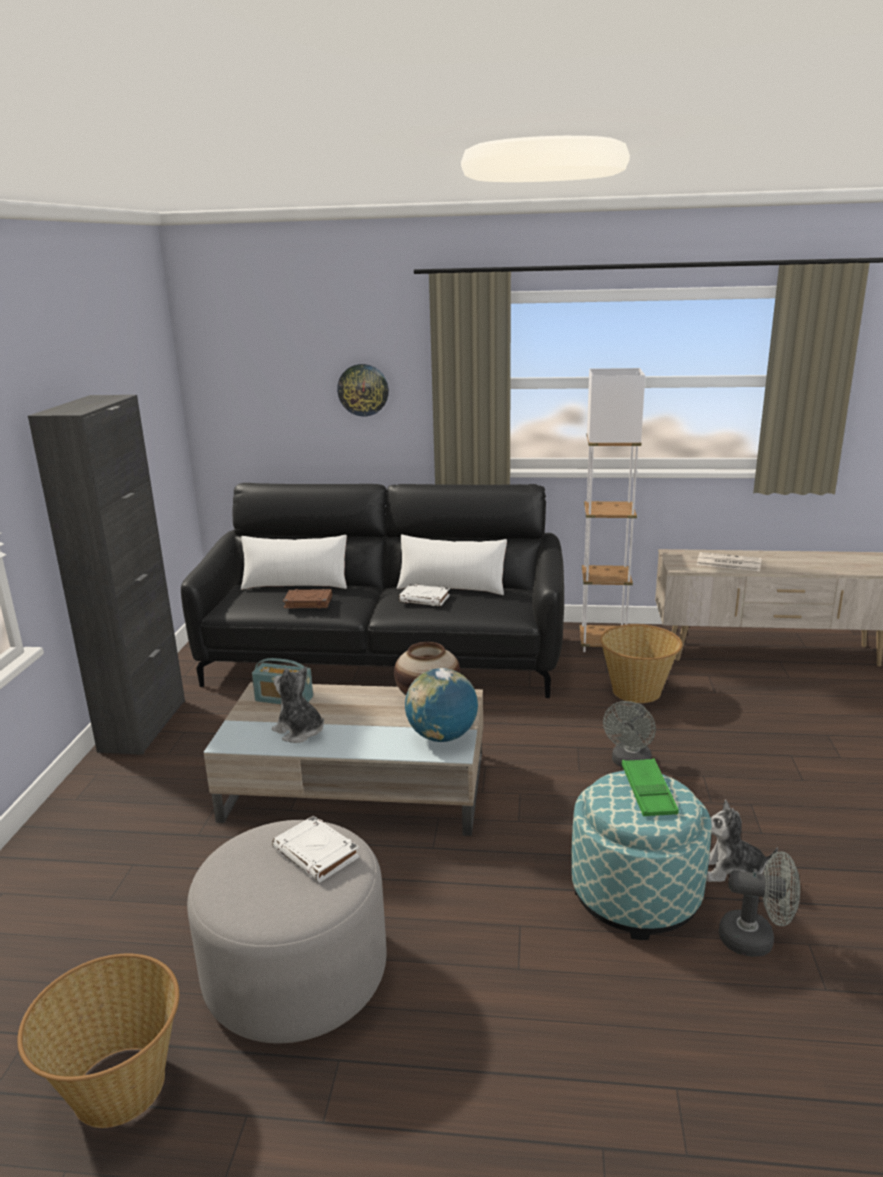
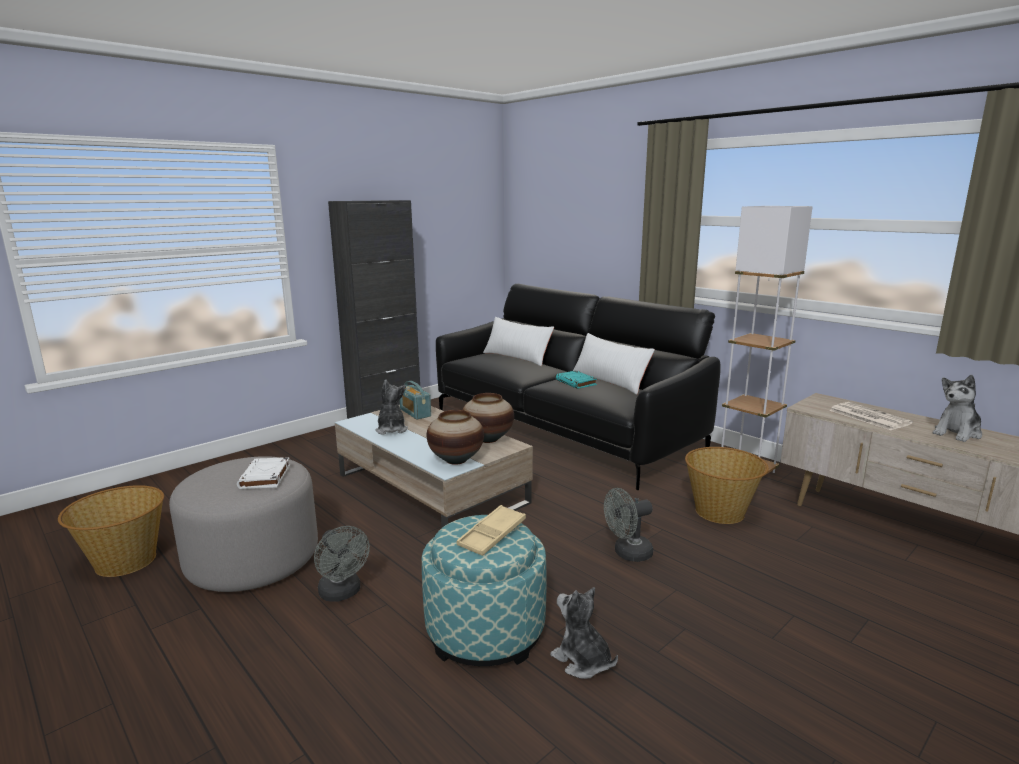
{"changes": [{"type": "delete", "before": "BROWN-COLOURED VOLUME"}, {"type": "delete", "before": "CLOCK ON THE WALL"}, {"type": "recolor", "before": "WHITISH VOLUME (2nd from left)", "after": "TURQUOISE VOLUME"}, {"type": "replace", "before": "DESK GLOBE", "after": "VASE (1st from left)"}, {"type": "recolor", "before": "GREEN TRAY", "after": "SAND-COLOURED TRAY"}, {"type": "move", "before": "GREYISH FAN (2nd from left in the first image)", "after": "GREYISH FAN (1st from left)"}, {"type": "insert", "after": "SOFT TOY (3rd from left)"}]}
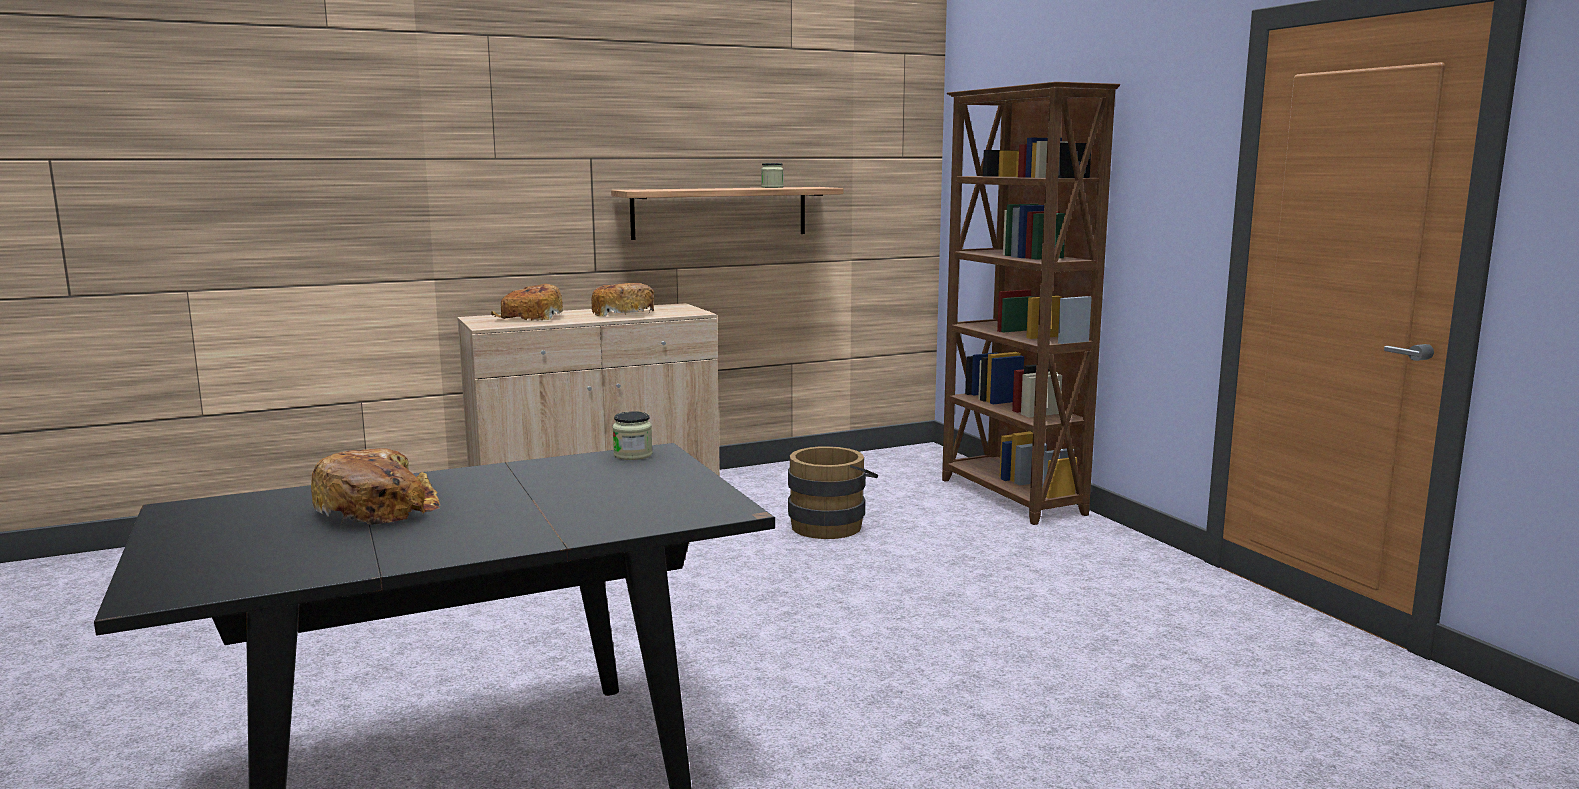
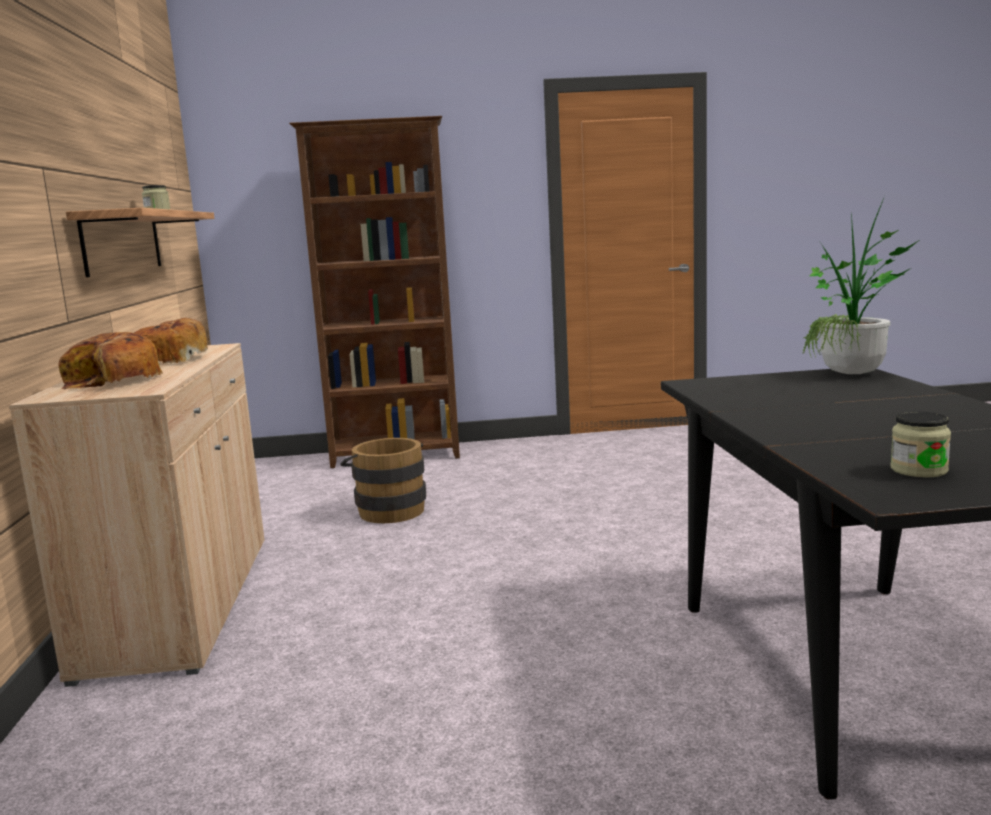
{"changes": [{"type": "delete", "before": "BAKERY BREAD (1st from left)"}, {"type": "move", "before": "JAR (1st from left in the first image)", "after": "JAR (2nd from left)"}, {"type": "insert", "after": "POTTED PLANT"}]}
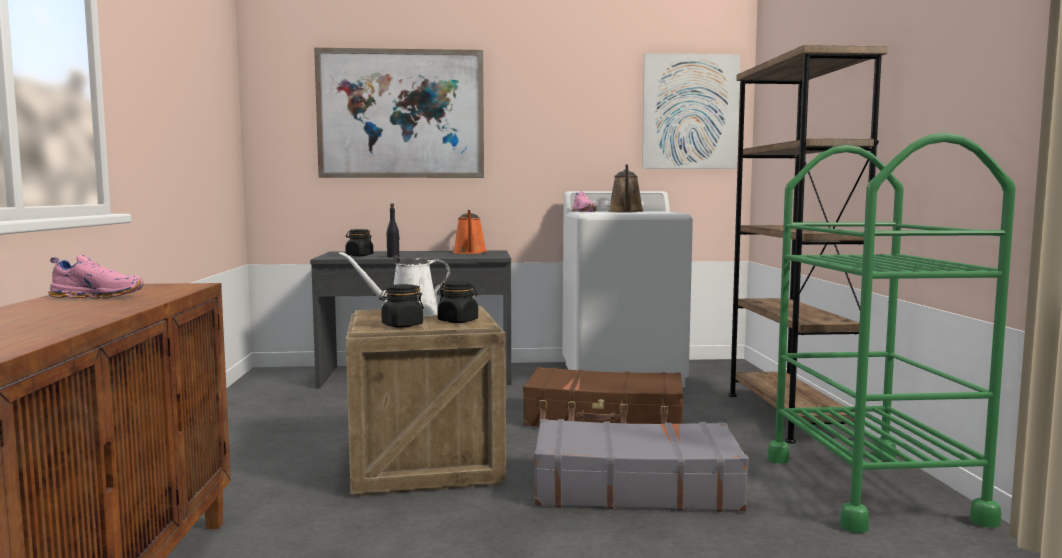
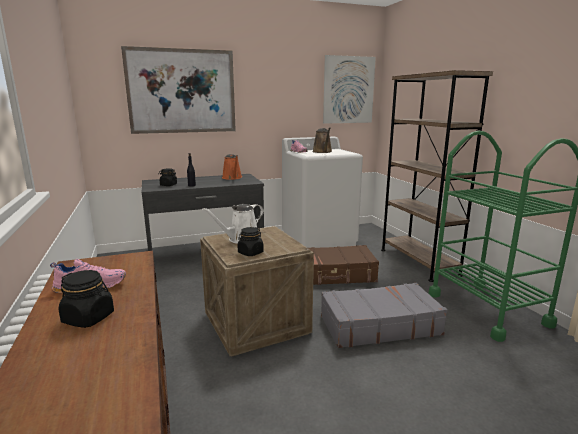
{"changes": [{"type": "move", "before": "BLACK-COLOURED JAR (3rd from left in the first image)", "after": "BLACK-COLOURED JAR (1st from left)"}]}
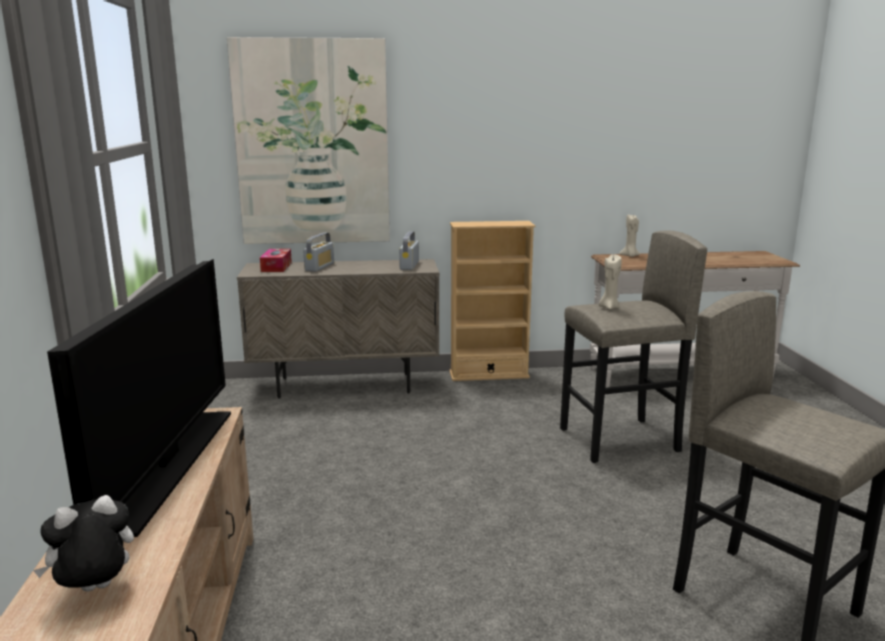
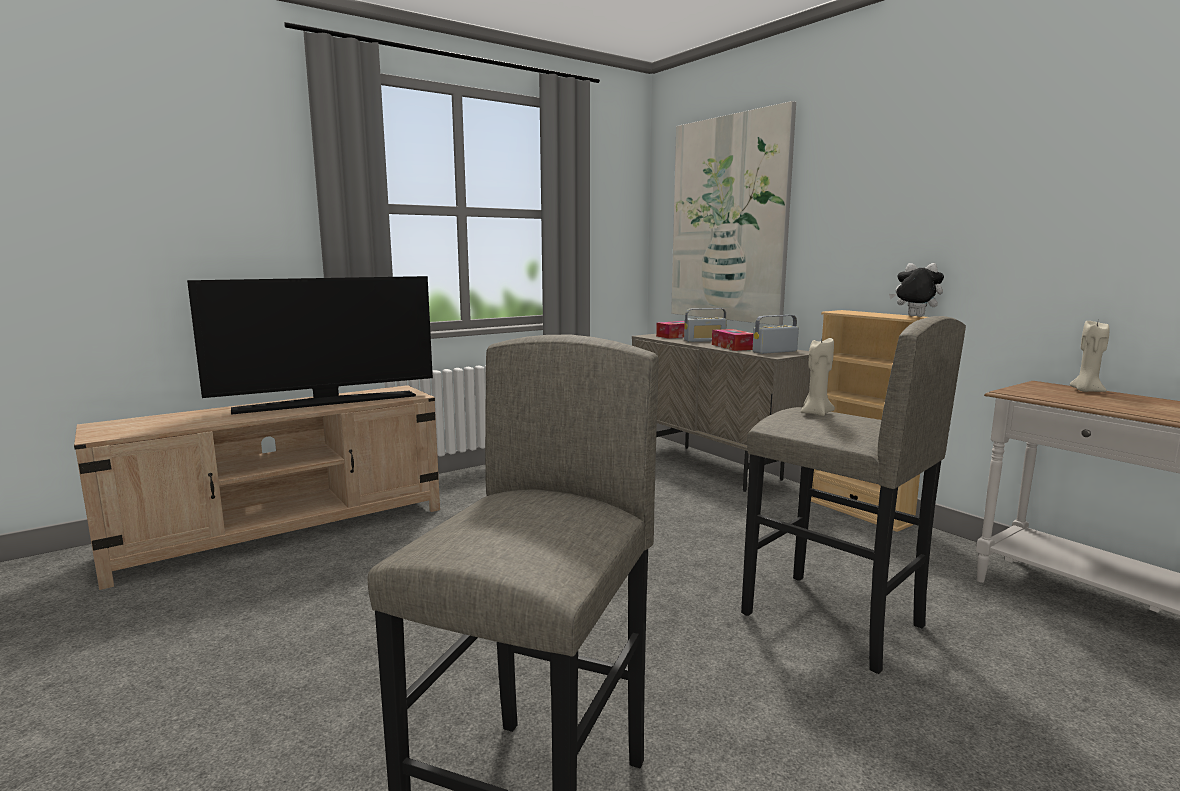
{"changes": [{"type": "move", "before": "SOFT TOY"}, {"type": "insert", "after": "TISSUE BOX (2nd from left)"}]}
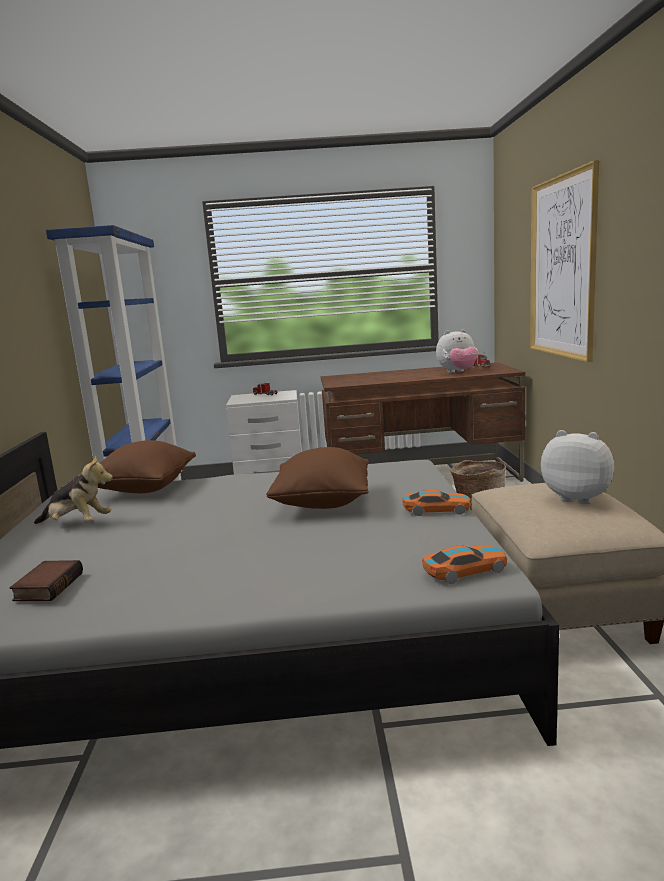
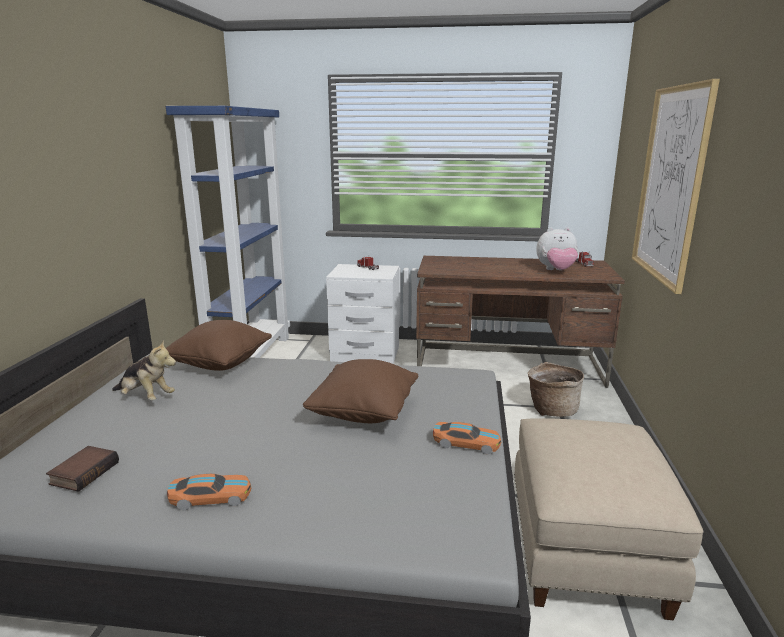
{"changes": [{"type": "move", "before": "MODEL CAR (2nd from left in the first image)", "after": "MODEL CAR (1st from left)"}, {"type": "delete", "before": "SOFT TOY (3rd from left)"}]}
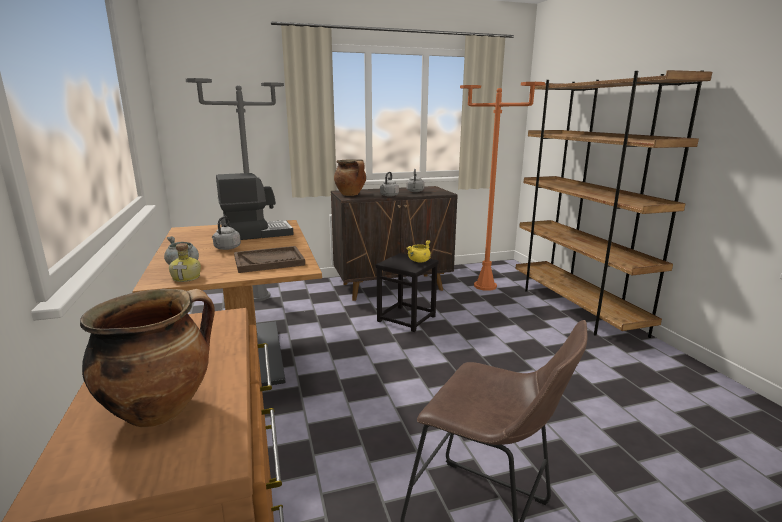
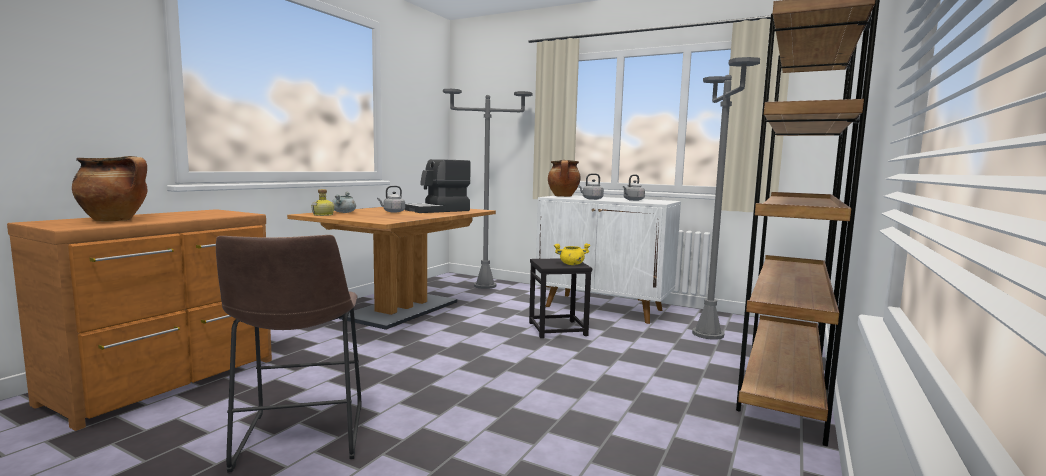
{"changes": [{"type": "rotate", "before": "COFFEE MAKER", "turn": 120}, {"type": "delete", "before": "BROWN-COLOURED TRAY"}, {"type": "recolor", "before": "BROWN-COLOURED CUPBOARD", "after": "WHITISH CUPBOARD"}, {"type": "recolor", "before": "ORANGEY STANDING LAMP", "after": "GREYISH STANDING LAMP (2nd from left)"}]}
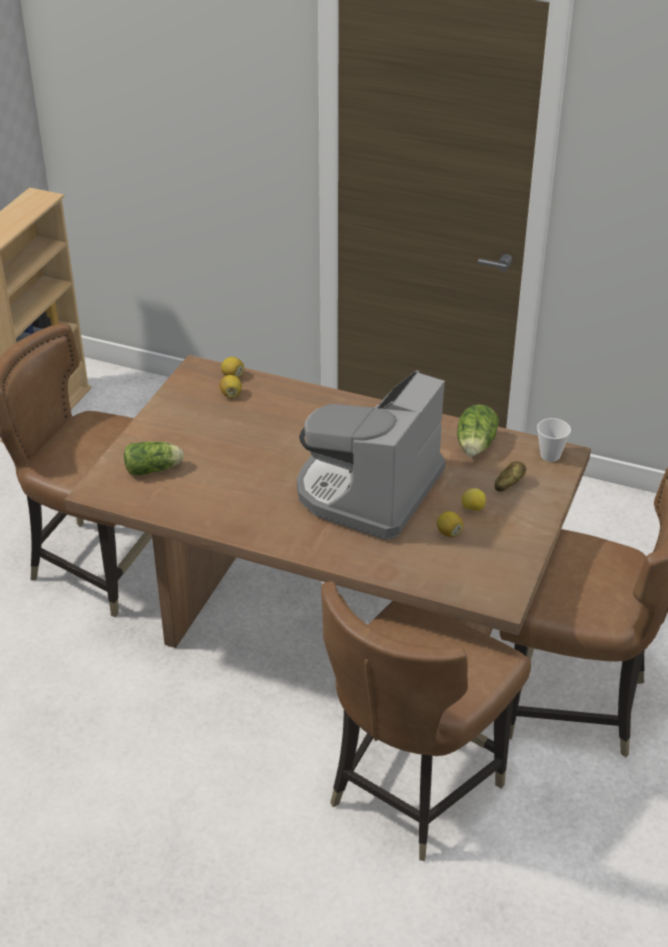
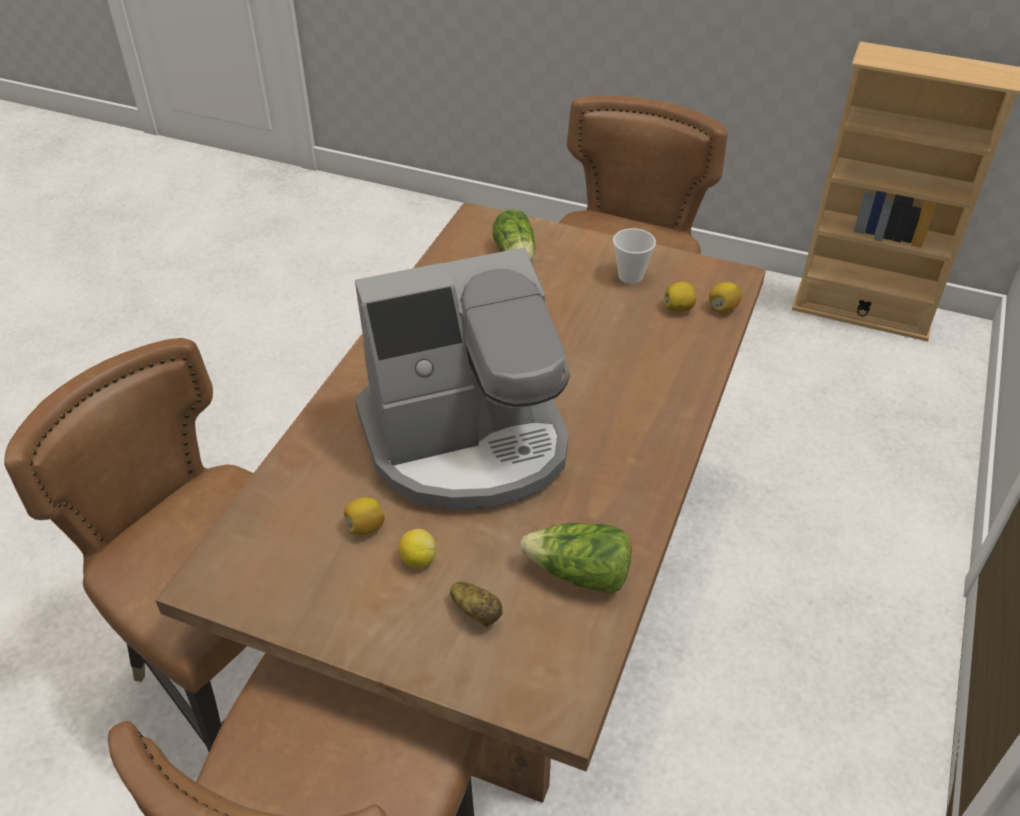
{"changes": [{"type": "rotate", "before": "COFFEE MAKER", "turn": 135}, {"type": "move", "before": "CUP"}]}
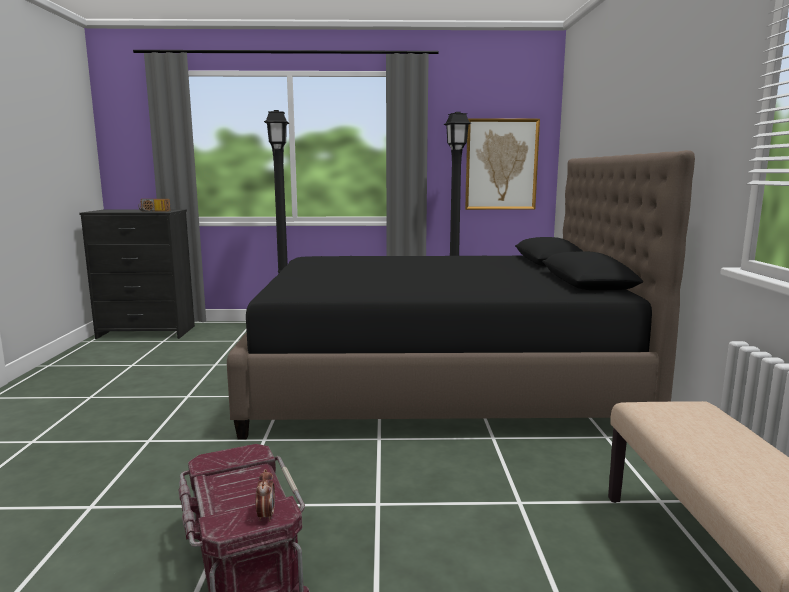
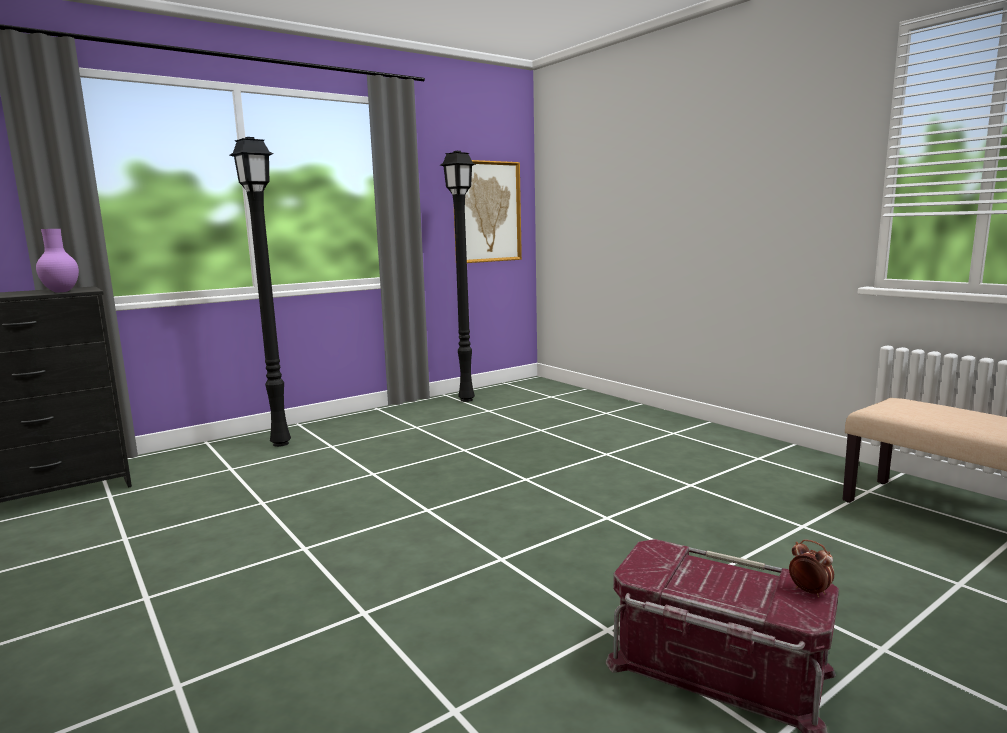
{"changes": [{"type": "replace", "before": "RADIO RECEIVER", "after": "PURPLISH VASE"}, {"type": "delete", "before": "BLACK-COLOURED SLEEPING BED"}]}
